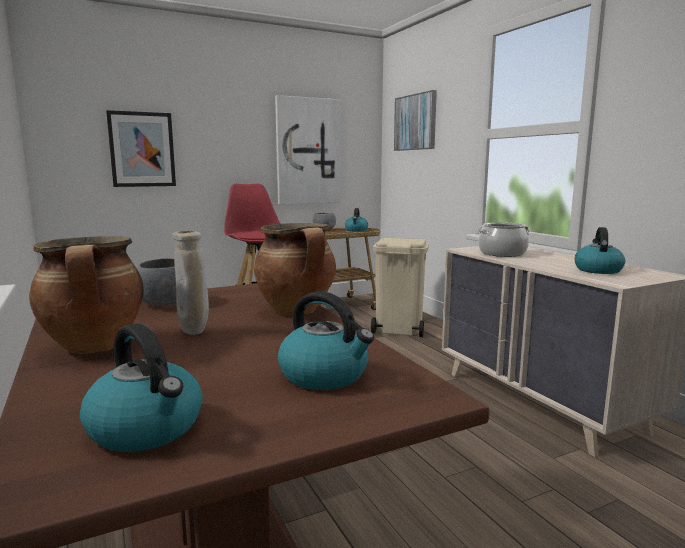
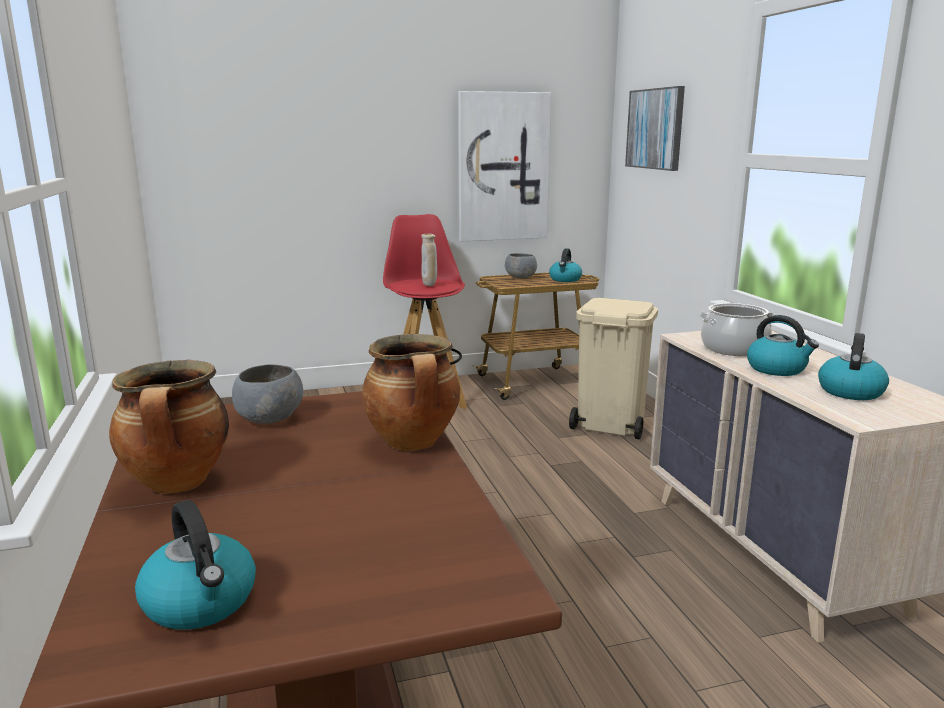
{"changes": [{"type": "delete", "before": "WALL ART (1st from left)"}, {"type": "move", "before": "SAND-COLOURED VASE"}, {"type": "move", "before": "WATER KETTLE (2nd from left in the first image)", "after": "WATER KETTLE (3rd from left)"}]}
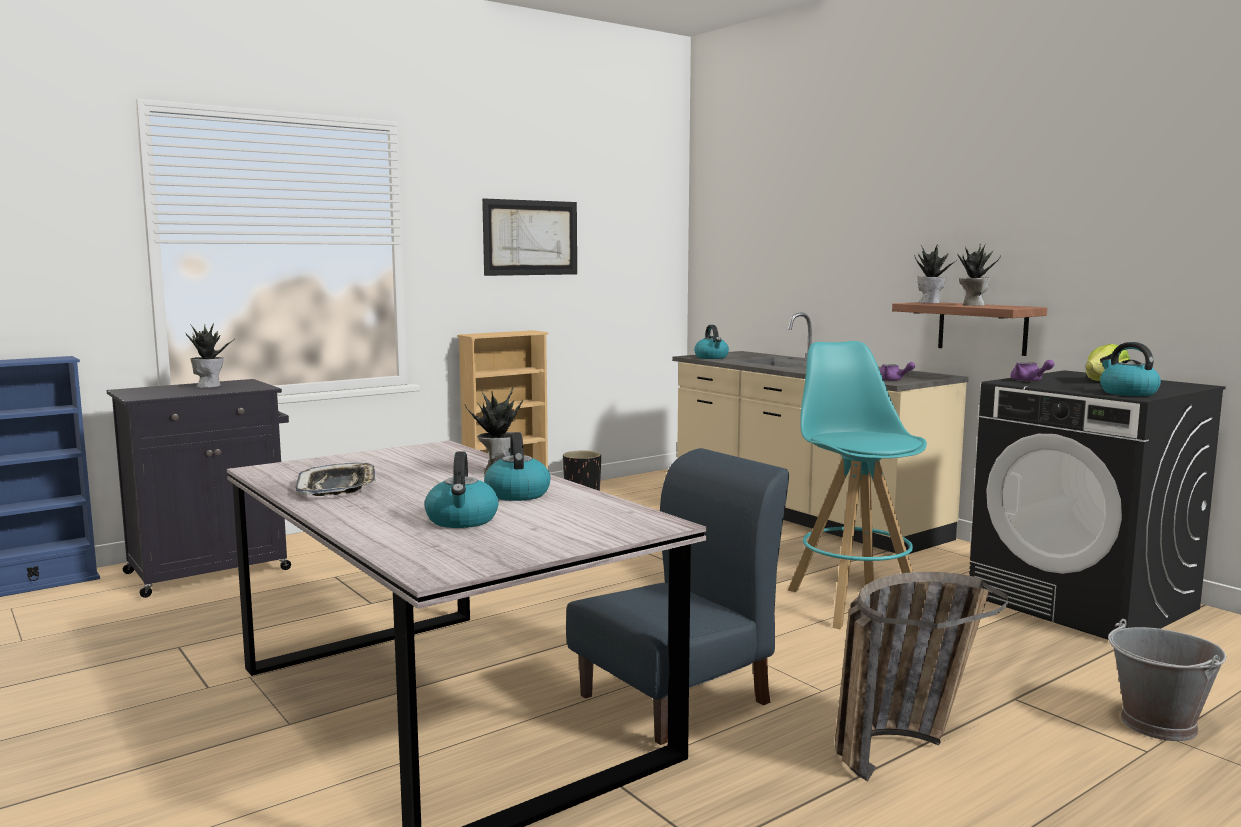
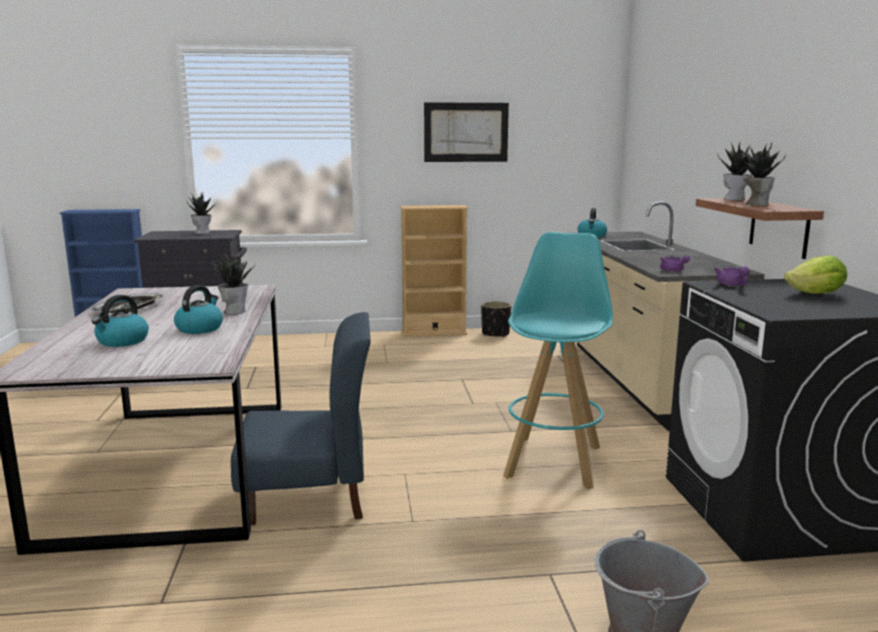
{"changes": [{"type": "delete", "before": "STORAGE BASKET"}, {"type": "delete", "before": "WATER KETTLE (4th from left)"}]}
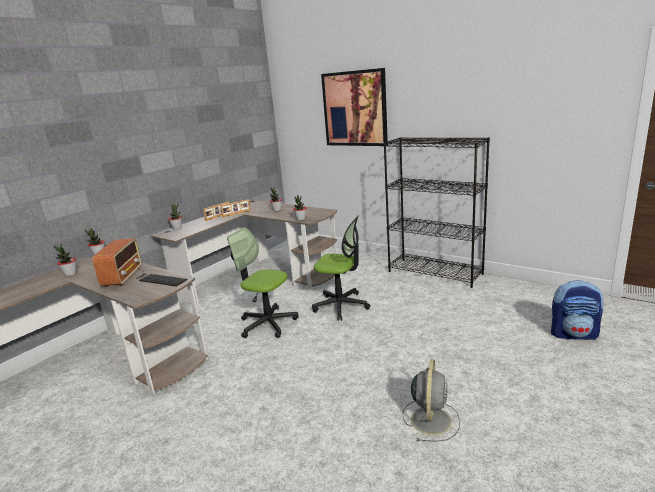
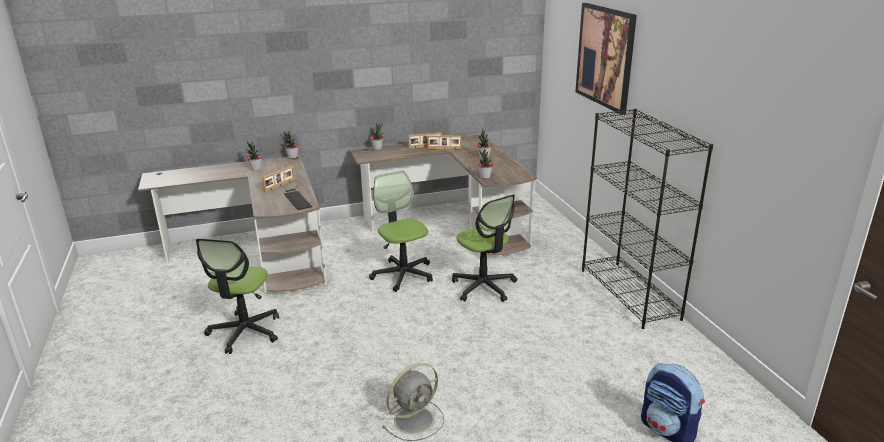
{"changes": [{"type": "replace", "before": "RADIO RECEIVER", "after": "PHOTO FRAME (1st from left)"}, {"type": "insert", "after": "COMPUTER CHAIR (1st from left)"}]}
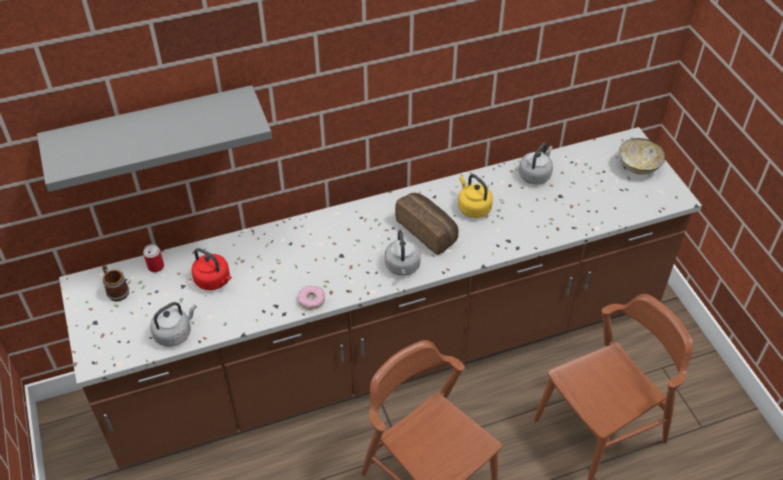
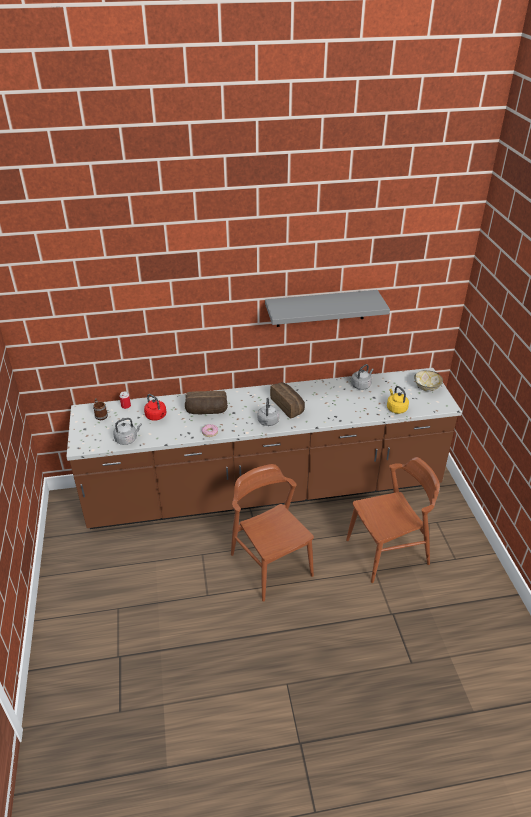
{"changes": [{"type": "move", "before": "GREYISH BRACKET SHELF"}, {"type": "move", "before": "YELLOW-COLOURED WATER KETTLE"}, {"type": "insert", "after": "BAKERY BREAD (1st from left)"}]}
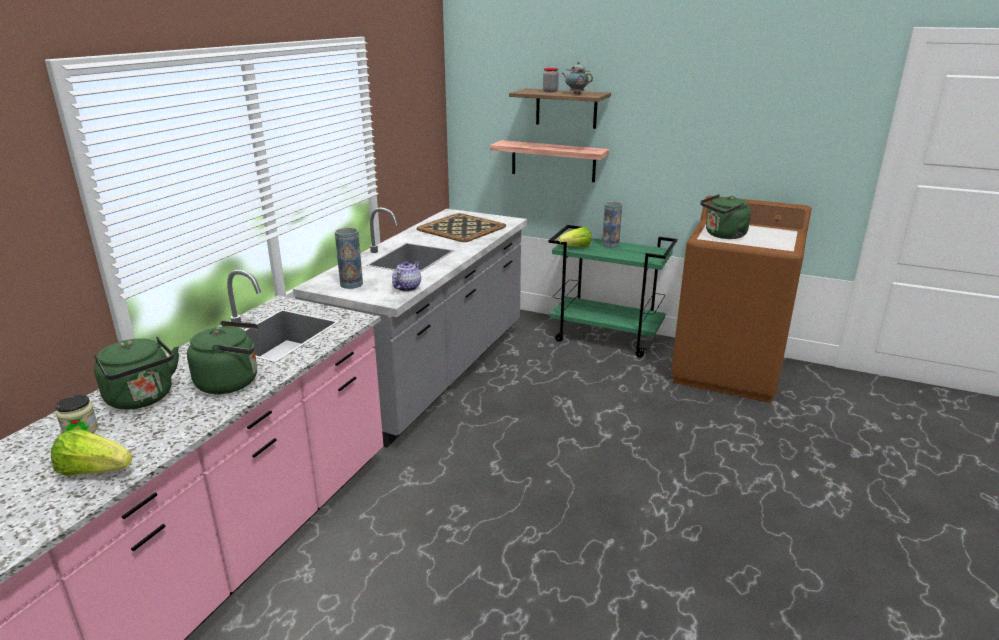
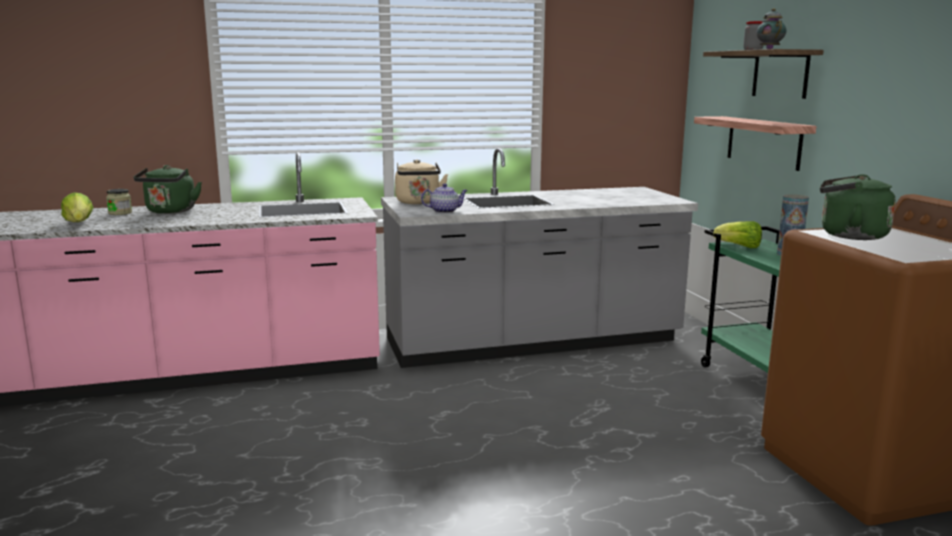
{"changes": [{"type": "delete", "before": "GREEN WATER KETTLE (2nd from left)"}, {"type": "replace", "before": "VASE (1st from left)", "after": "SAND-COLOURED WATER KETTLE"}, {"type": "delete", "before": "TRAY"}]}
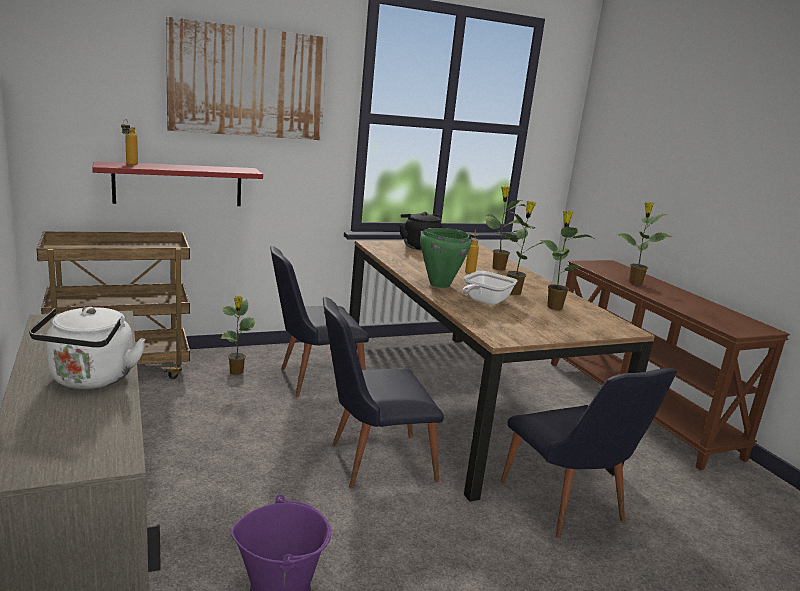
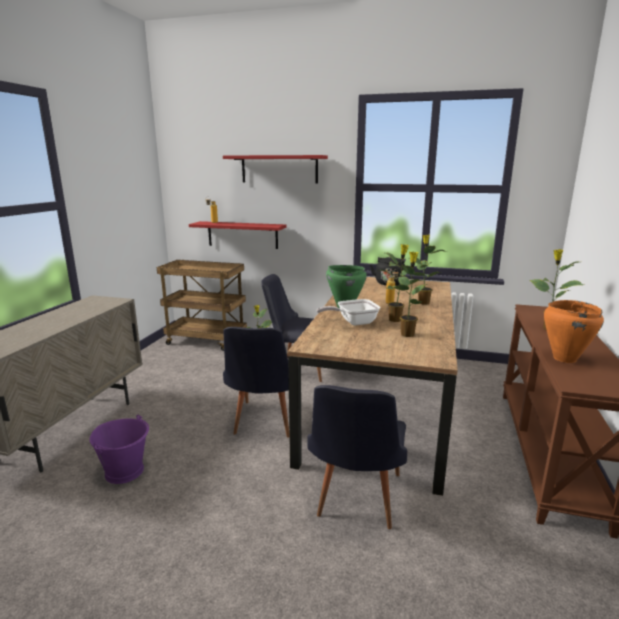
{"changes": [{"type": "delete", "before": "WHITISH WATER KETTLE"}, {"type": "replace", "before": "WALL ART", "after": "REDDISH BRACKET SHELF (2nd from left)"}, {"type": "rotate", "before": "BLACK-COLOURED PLAIN CHAIR (2nd from left in the first image)", "turn": -105}, {"type": "insert", "after": "ORANGEY COOKING POT"}]}
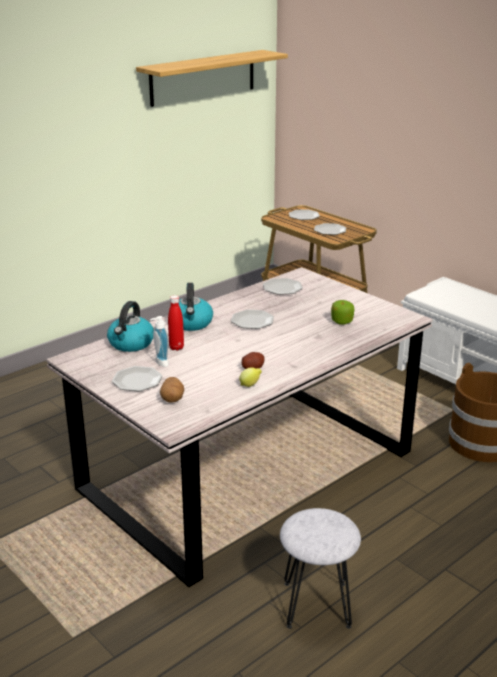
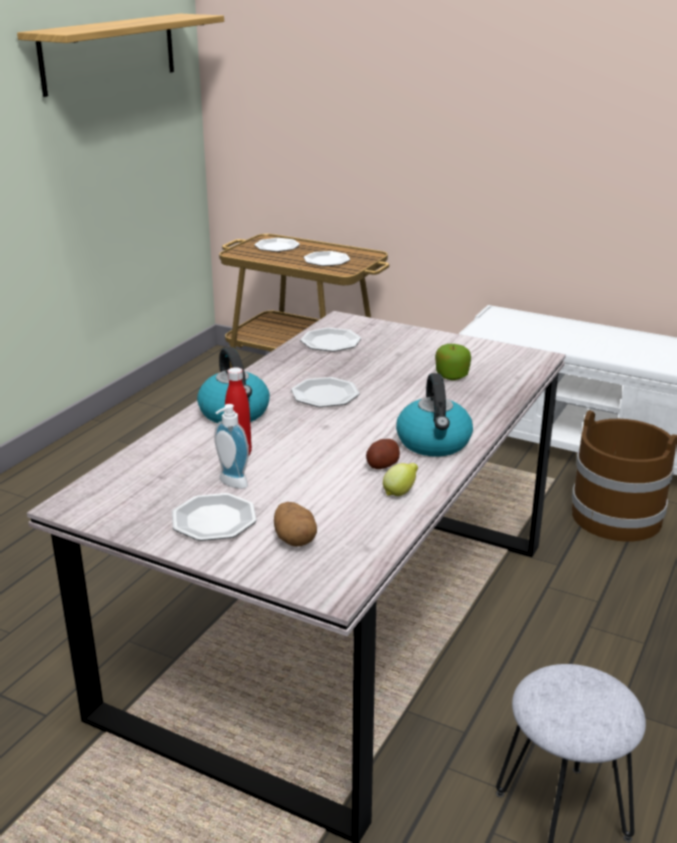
{"changes": [{"type": "move", "before": "WATER KETTLE (1st from left in the first image)", "after": "WATER KETTLE (2nd from left)"}]}
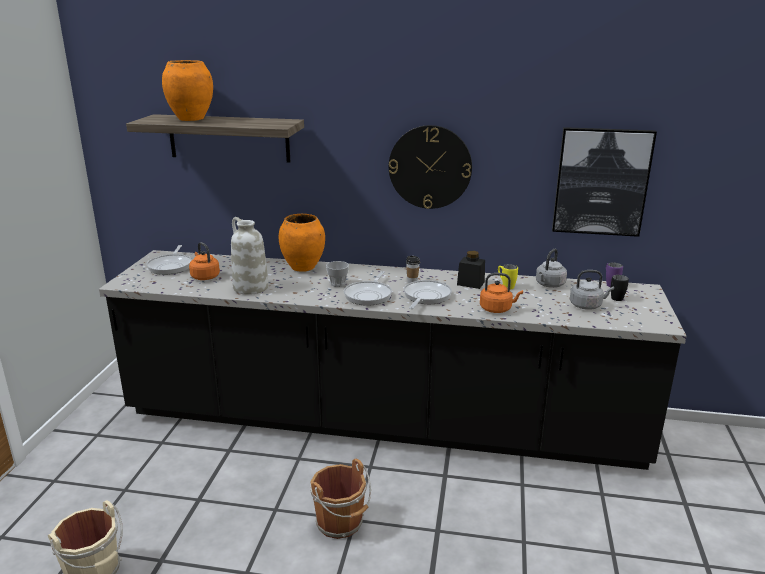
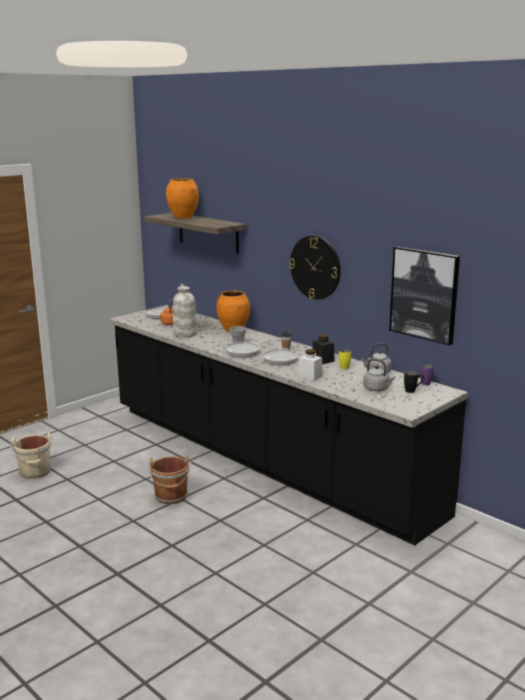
{"changes": [{"type": "replace", "before": "ORANGEY WATER KETTLE (2nd from left)", "after": "WHITISH JAR"}]}
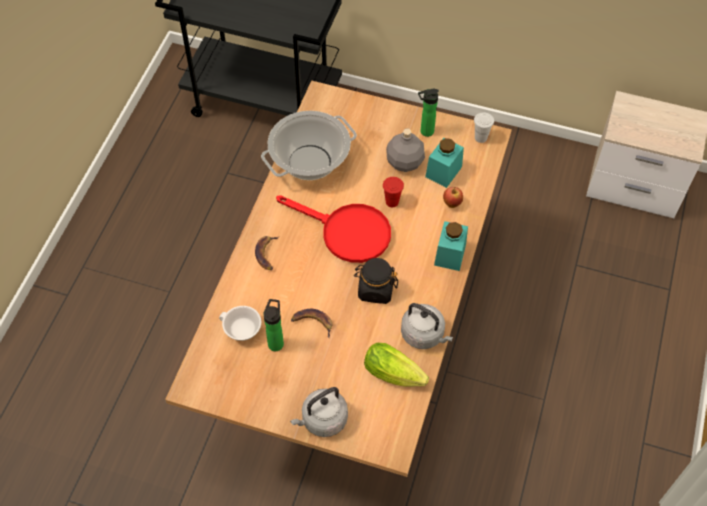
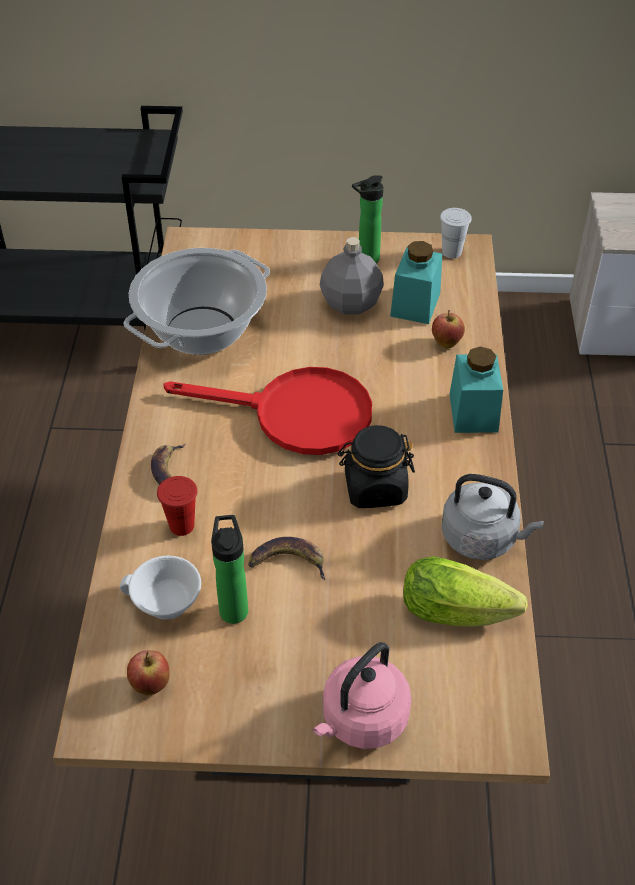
{"changes": [{"type": "recolor", "before": "GREYISH WATER KETTLE (1st from left)", "after": "PINK-COLOURED WATER KETTLE"}, {"type": "move", "before": "REDDISH CUP"}, {"type": "insert", "after": "APPLE (1st from left)"}]}
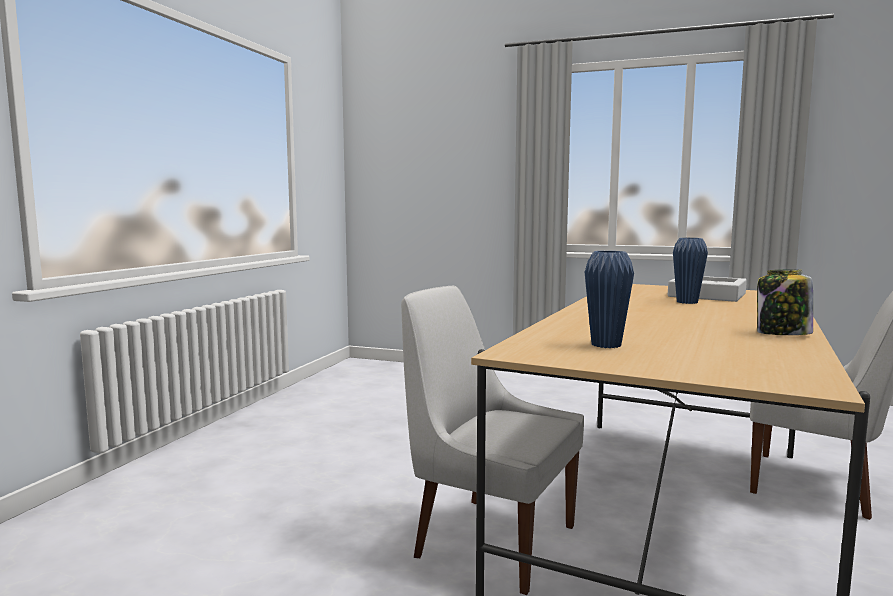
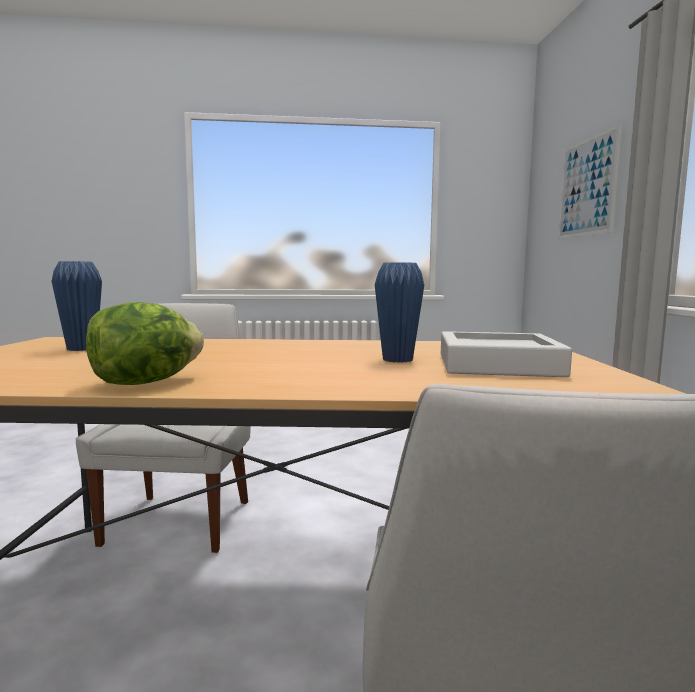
{"changes": [{"type": "replace", "before": "JAR", "after": "LETTUCE"}, {"type": "insert", "after": "WALL ART"}]}
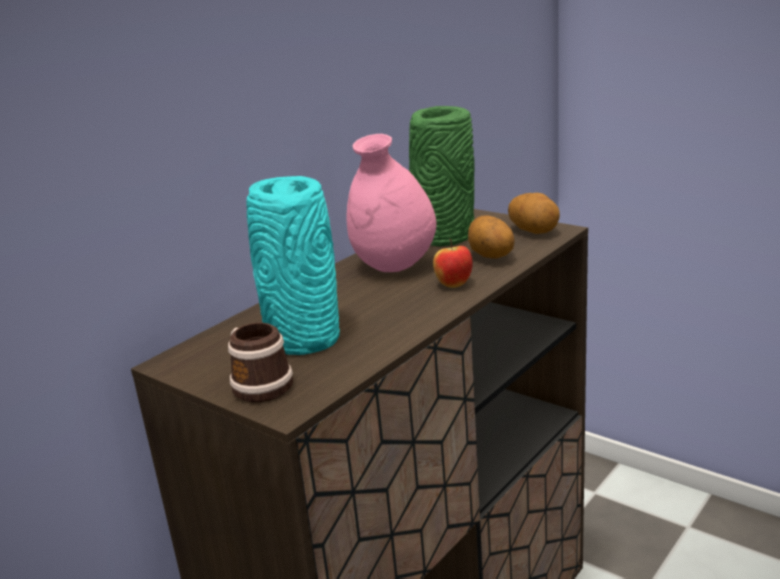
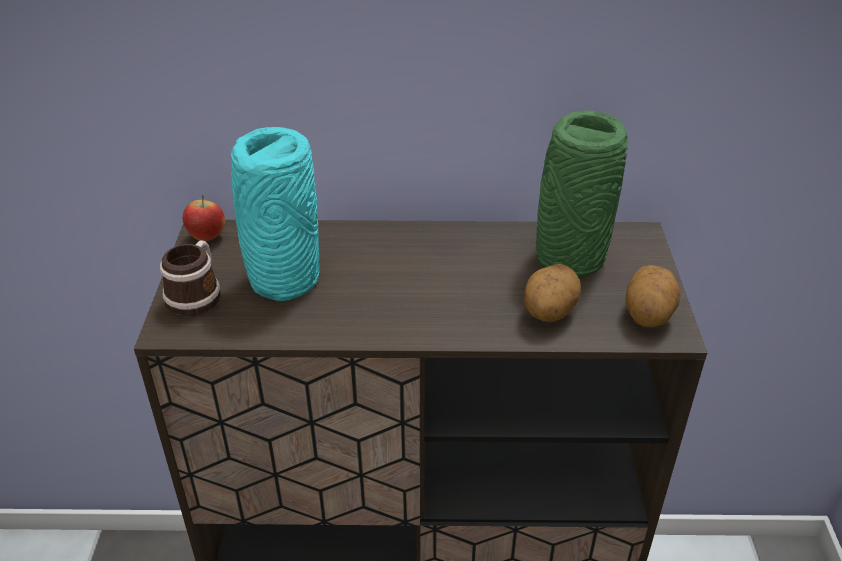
{"changes": [{"type": "delete", "before": "PINK-COLOURED VASE"}, {"type": "move", "before": "APPLE"}]}
